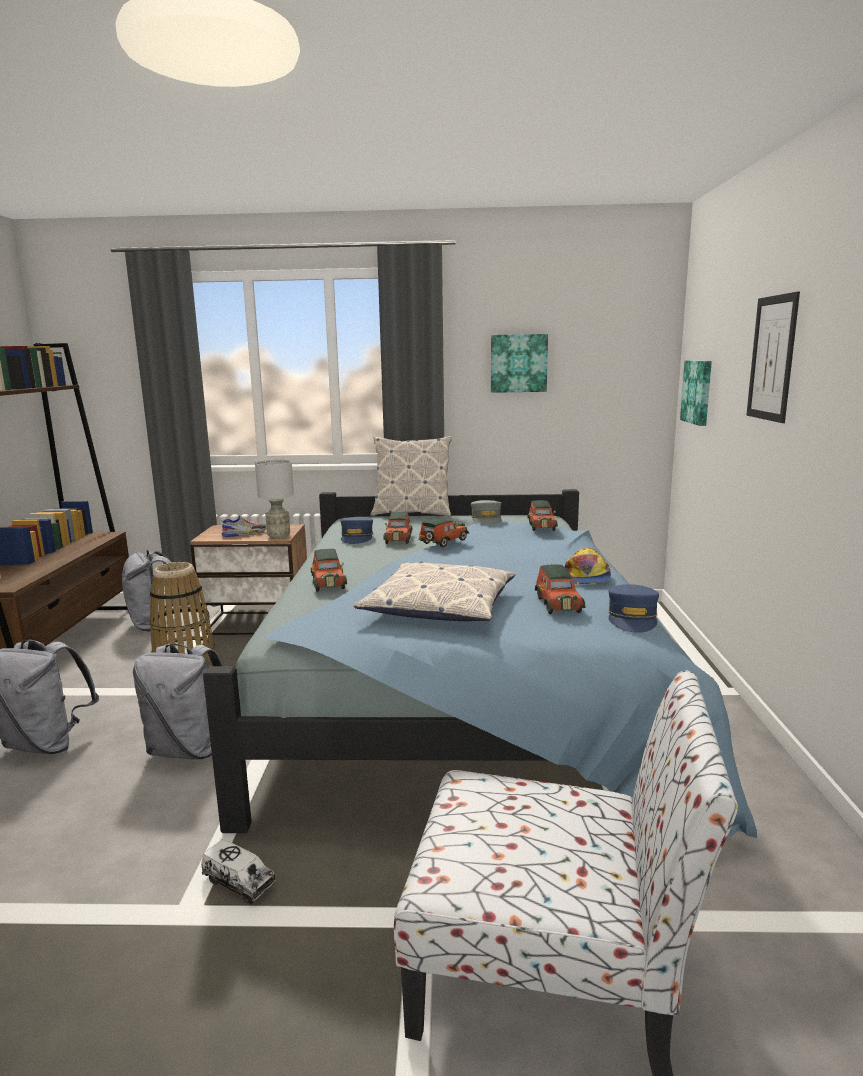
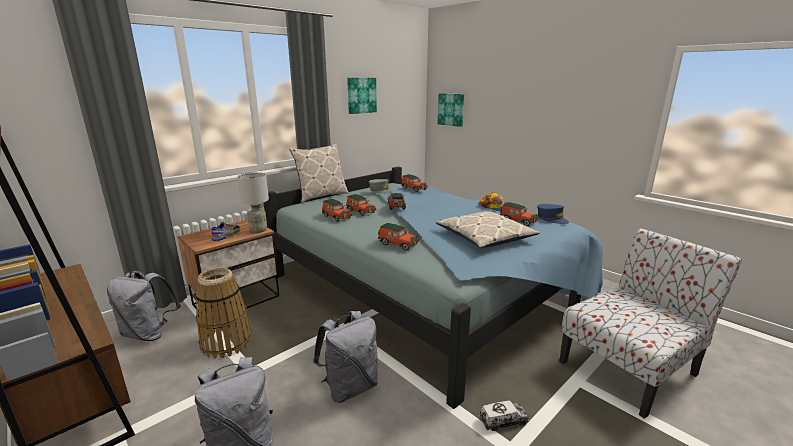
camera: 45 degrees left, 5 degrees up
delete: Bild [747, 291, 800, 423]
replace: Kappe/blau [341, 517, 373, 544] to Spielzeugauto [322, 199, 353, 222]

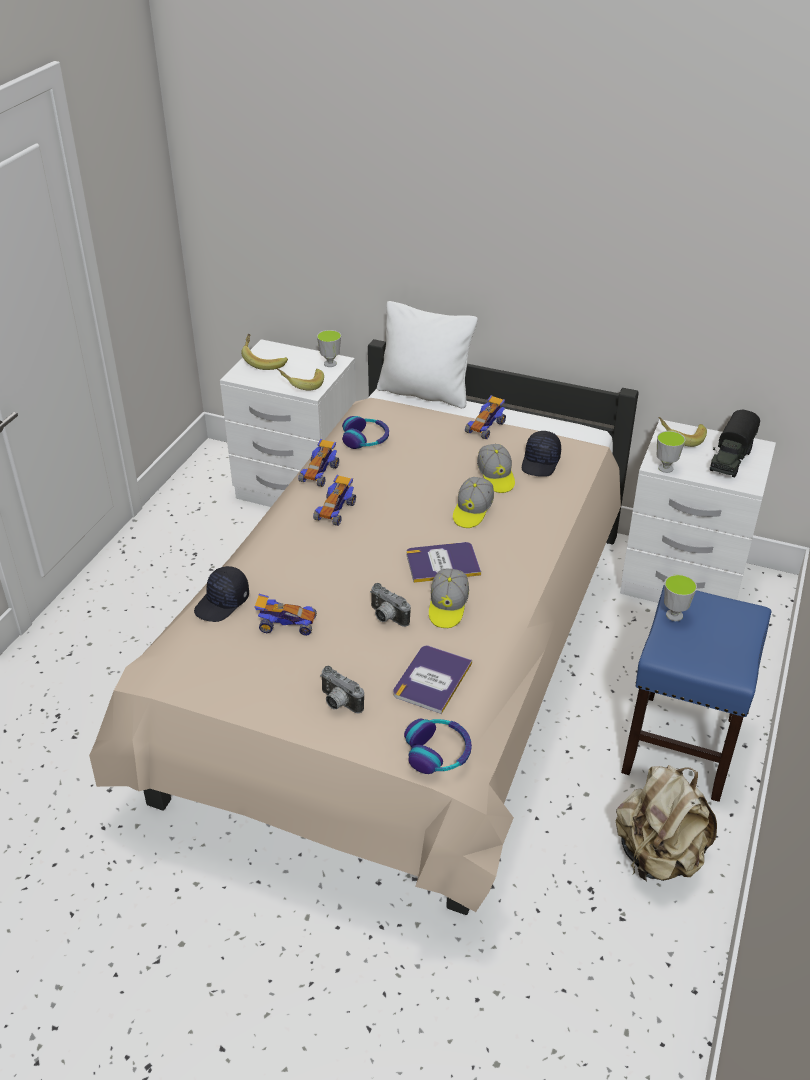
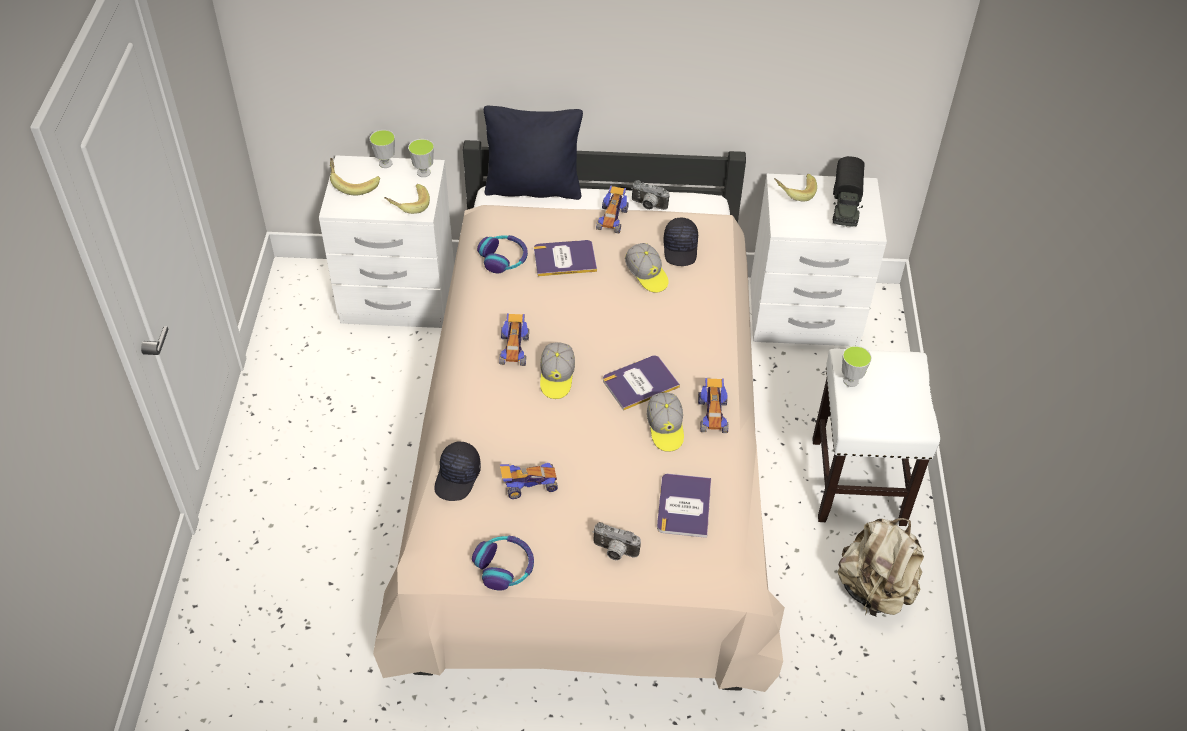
camera: 20 degrees left, 10 degrees up
insert: Buch [534, 240, 597, 276]
move: Spielzeugauto [298, 439, 339, 487] to [698, 378, 728, 433]; Kamera [370, 583, 411, 627] to [631, 180, 669, 210]; Kopfhörer [404, 719, 472, 774] to [472, 536, 534, 590]; Kappe [453, 477, 494, 528] to [540, 342, 575, 399]; Tasse [657, 431, 685, 473] to [369, 130, 395, 168]
recolor: Kissen/weiß [377, 301, 478, 408] to Kissen/schwarz [484, 106, 583, 200]; Hocker/blau [621, 584, 771, 802] to Hocker/weiß [812, 348, 940, 526]

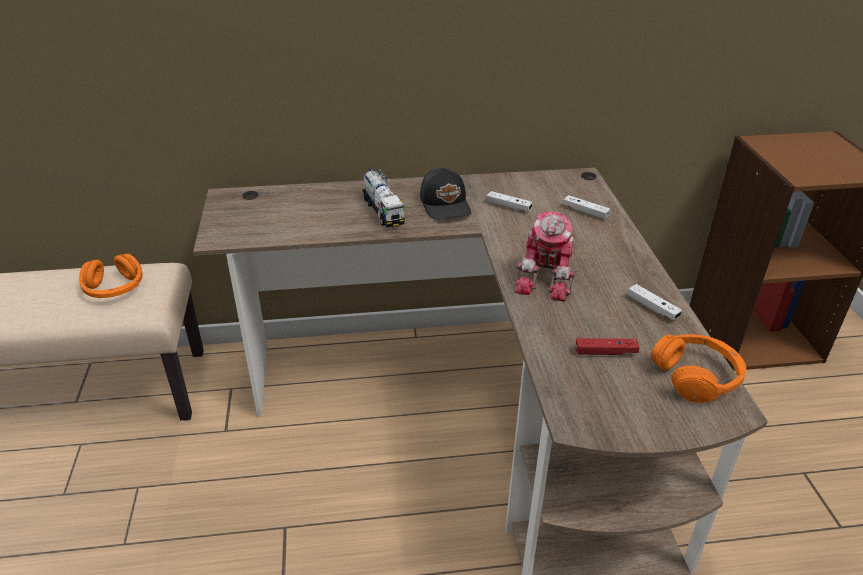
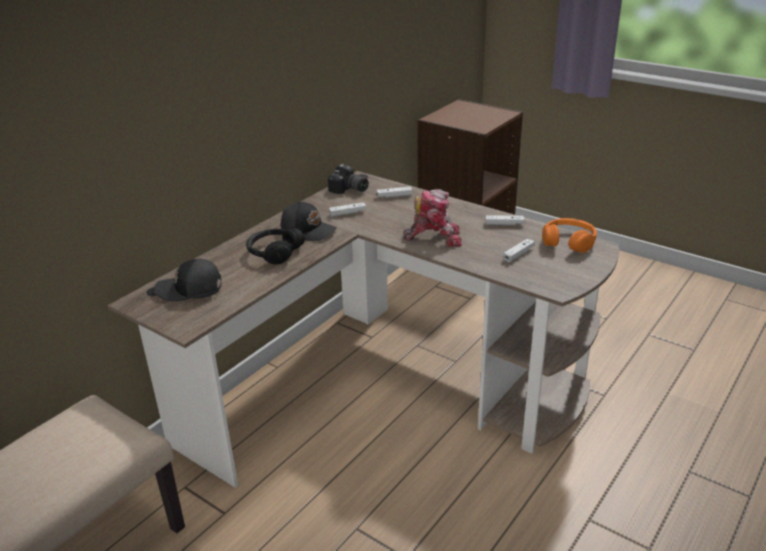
camera: 45 degrees left, 5 degrees down
delete: Kopfhörer/orange [79, 254, 143, 298]
insert: Kappe/schwarz [154, 259, 222, 301]; Kamera [328, 164, 369, 194]
replace: Spielzeuglaster [362, 168, 405, 228] to Kopfhörer/schwarz [246, 227, 304, 264]
recolor: Gamepad/rot [576, 338, 640, 355] to Gamepad/weiß [503, 239, 535, 262]
rotate: Spielzeugroboter [514, 212, 576, 302] = [403, 189, 462, 247] 60 degrees counterclockwise

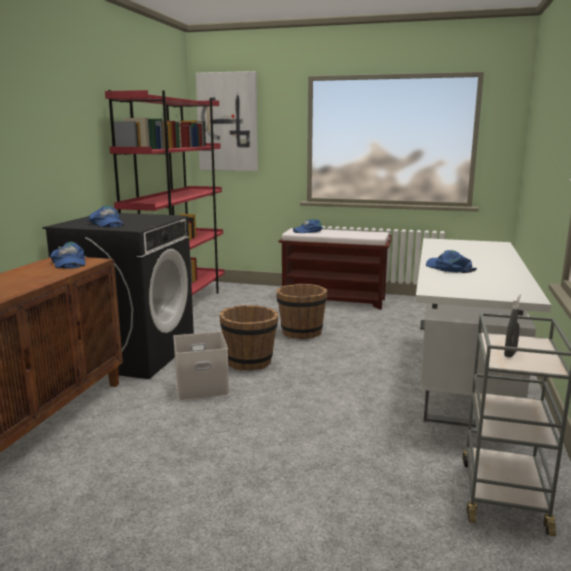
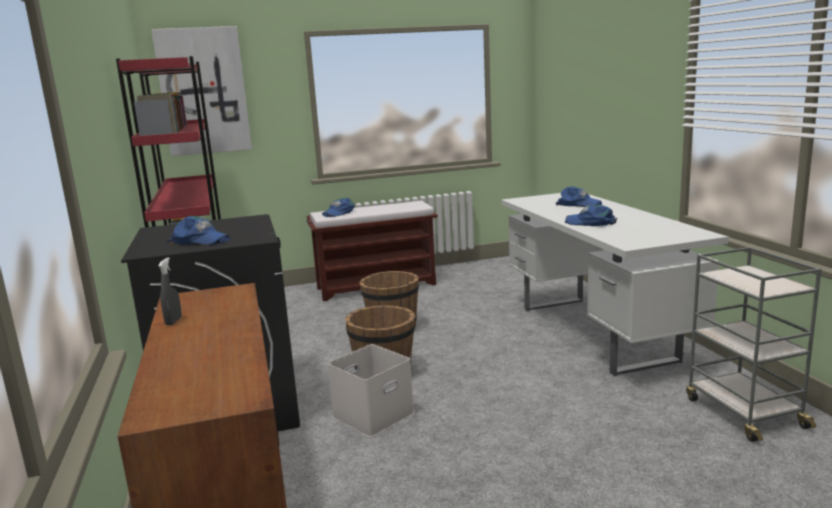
camera: 30 degrees left, 0 degrees up
move: Kappe/blau [50, 242, 86, 269] to [556, 186, 602, 207]; Sprühflasche/grau [504, 294, 521, 357] to [158, 257, 182, 326]

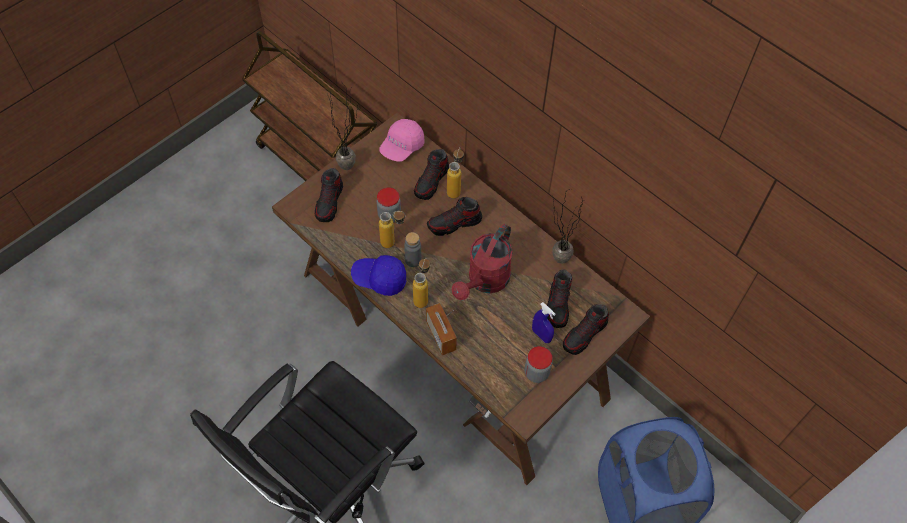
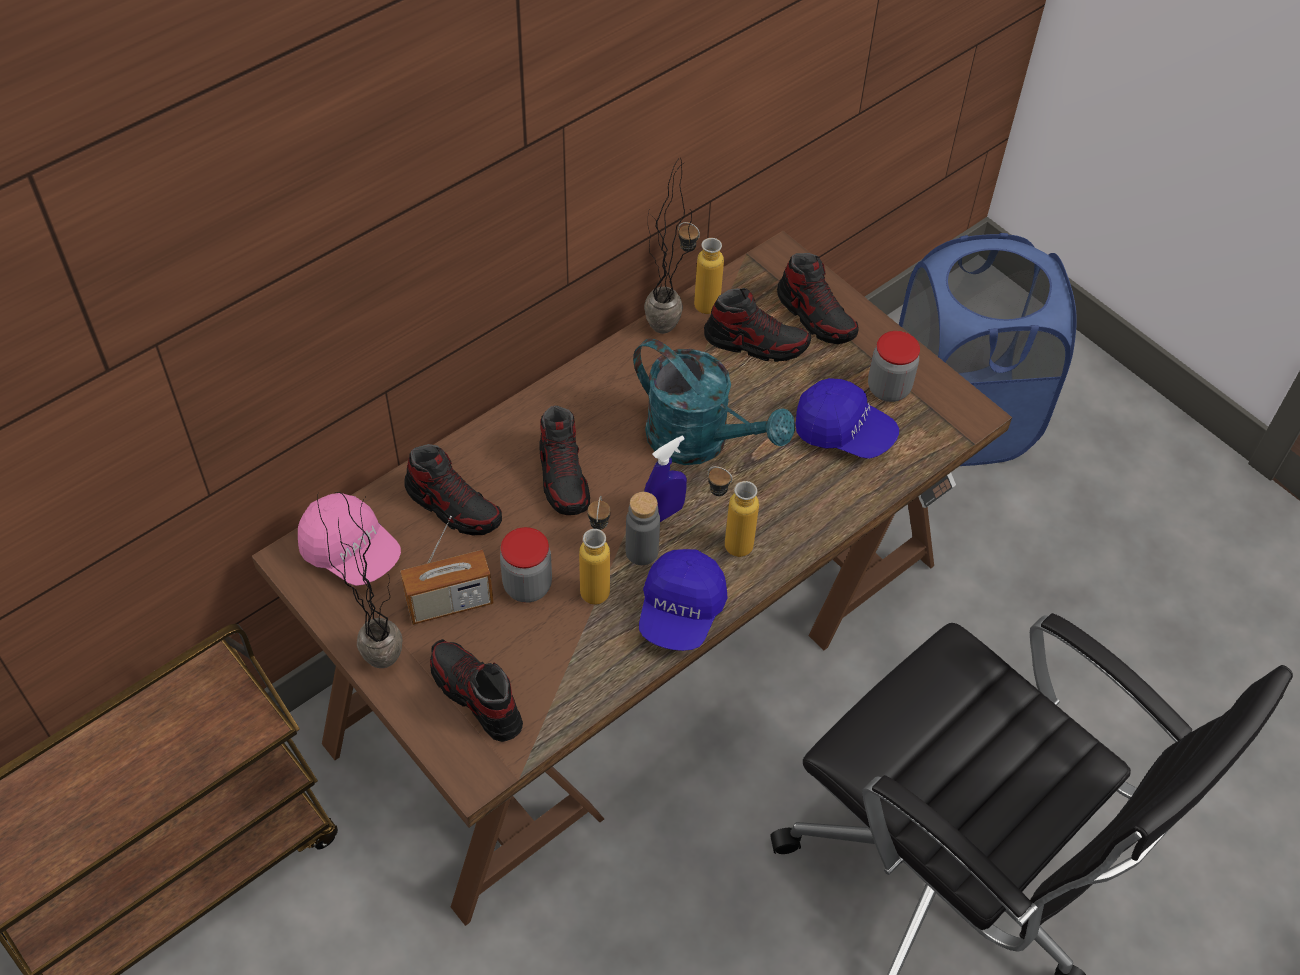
camera: 85 degrees left, 5 degrees down
insert: Kappe/blau [795, 378, 899, 459]
move: Radio [426, 303, 457, 355] to [400, 516, 494, 625]; Flasche [447, 147, 464, 198] to [678, 222, 724, 314]; Sprühflasche/blau [532, 302, 556, 343] to [644, 435, 687, 522]
recolor: Gießkanne/rot [452, 224, 513, 300] to Gießkanne/türkis [633, 339, 795, 465]
rotate: Schuh [315, 168, 343, 222] = [430, 639, 523, 742] 150 degrees counterclockwise

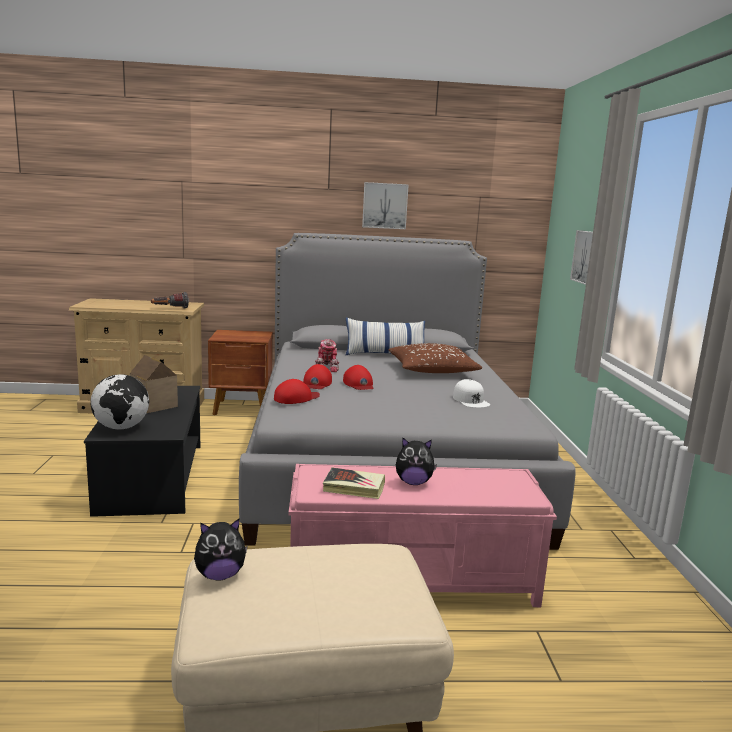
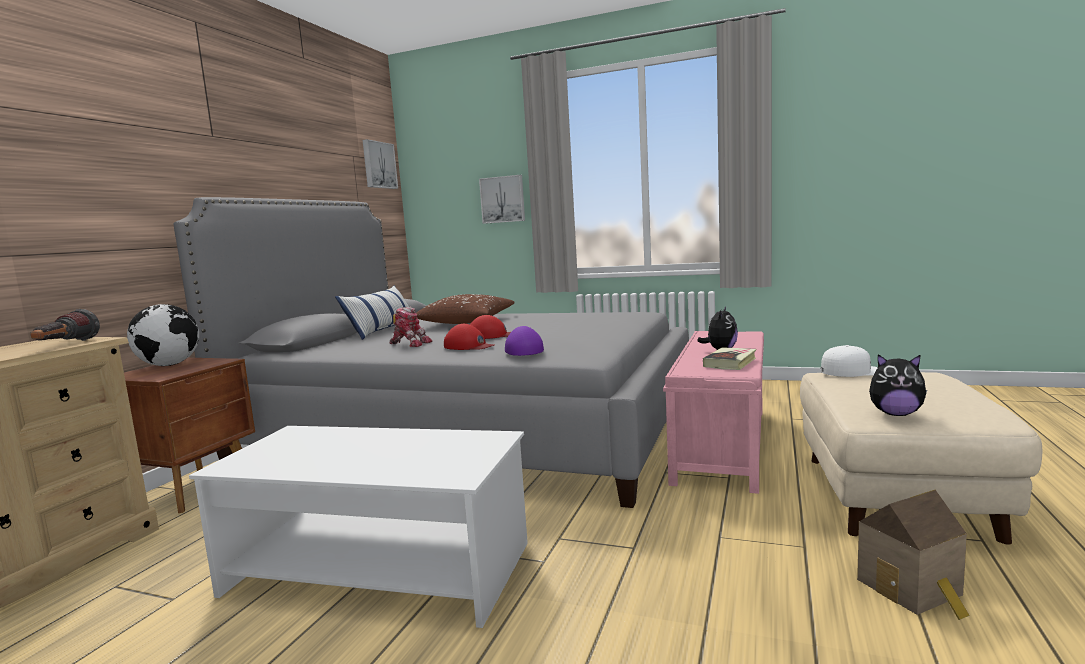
camera: 65 degrees left, 5 degrees down
move: Globus [90, 374, 149, 430] to [127, 304, 199, 366]; Spielzeughaus [130, 355, 178, 413] to [857, 490, 970, 620]; Bild [362, 182, 409, 229] to [363, 139, 398, 189]; Kappe/weiß [453, 379, 490, 408] to [821, 345, 878, 377]
recolor: Couchtisch/schwarz [84, 386, 200, 517] to Couchtisch/weiß [189, 426, 528, 628]; Kappe/rot [274, 379, 320, 404] to Kappe/lila [505, 326, 544, 356]
rotate: Plüschtier [194, 518, 248, 581] = [869, 354, 927, 416] 105 degrees clockwise

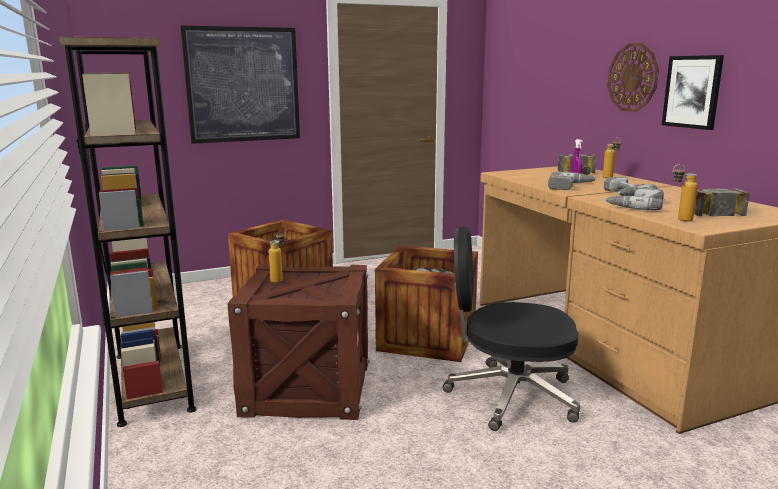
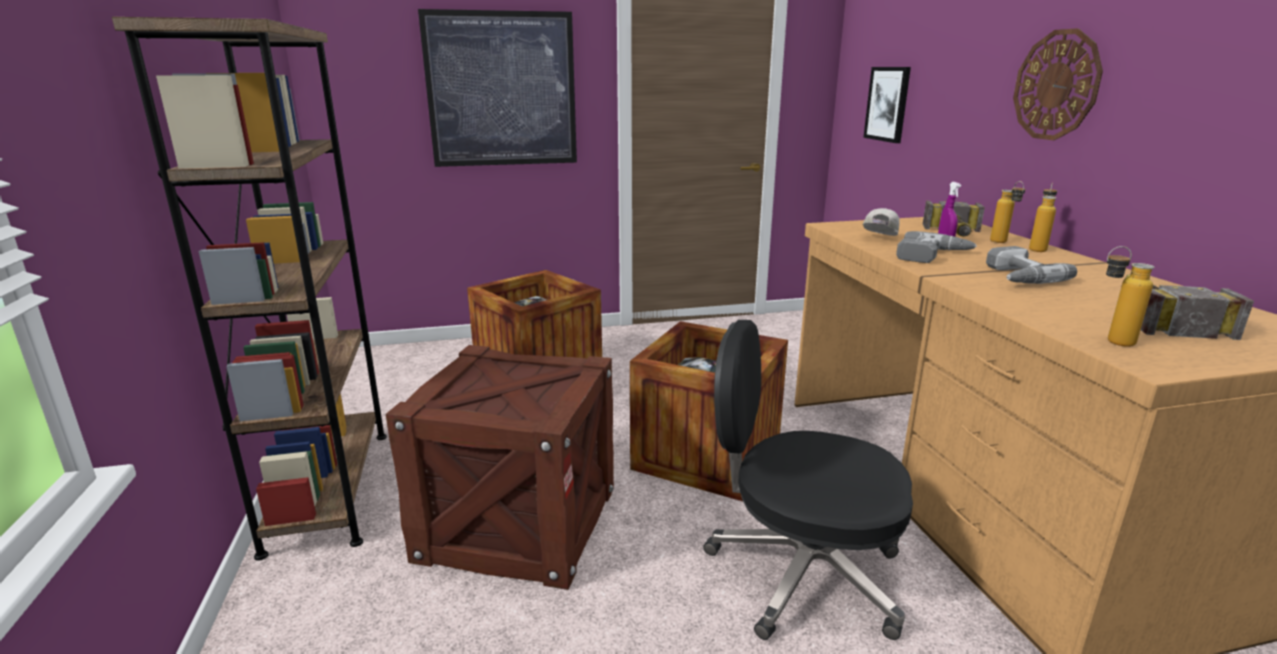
camera: 10 degrees right, 5 degrees up
delete: Bohrmaschine [605, 188, 664, 210]
insert: Kappe/weiß [862, 208, 900, 236]
move: Flasche [269, 230, 285, 283] to [1029, 183, 1057, 252]; Bild [662, 55, 724, 130] to [863, 67, 911, 143]

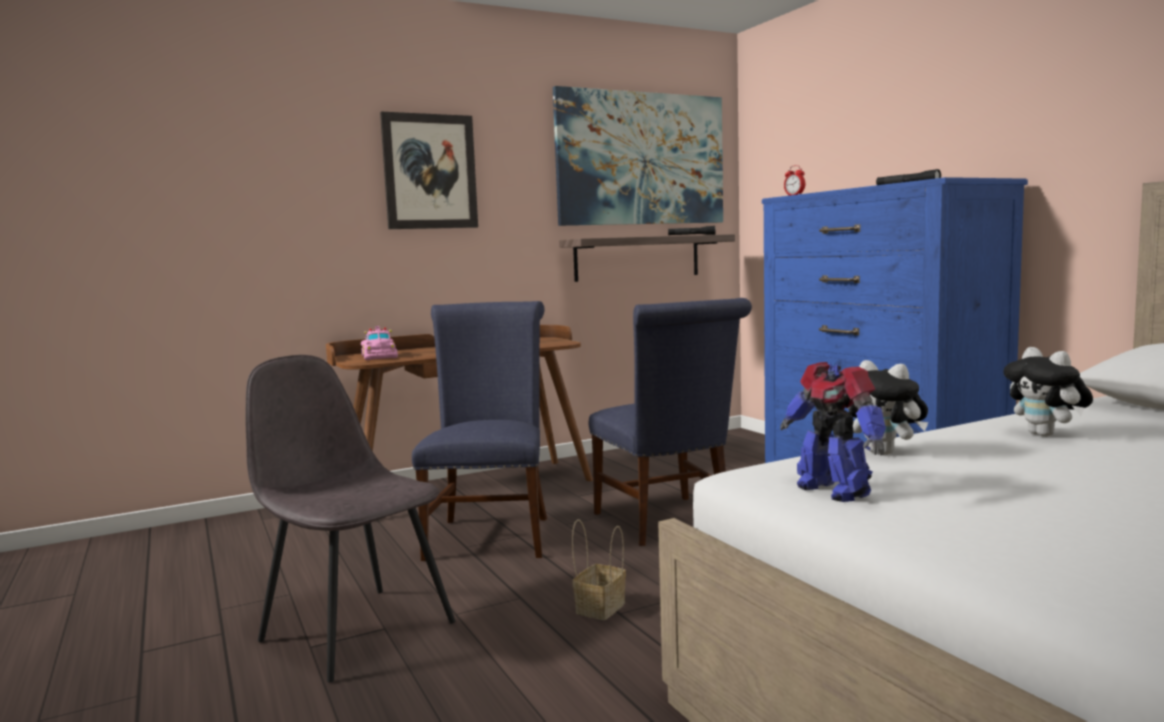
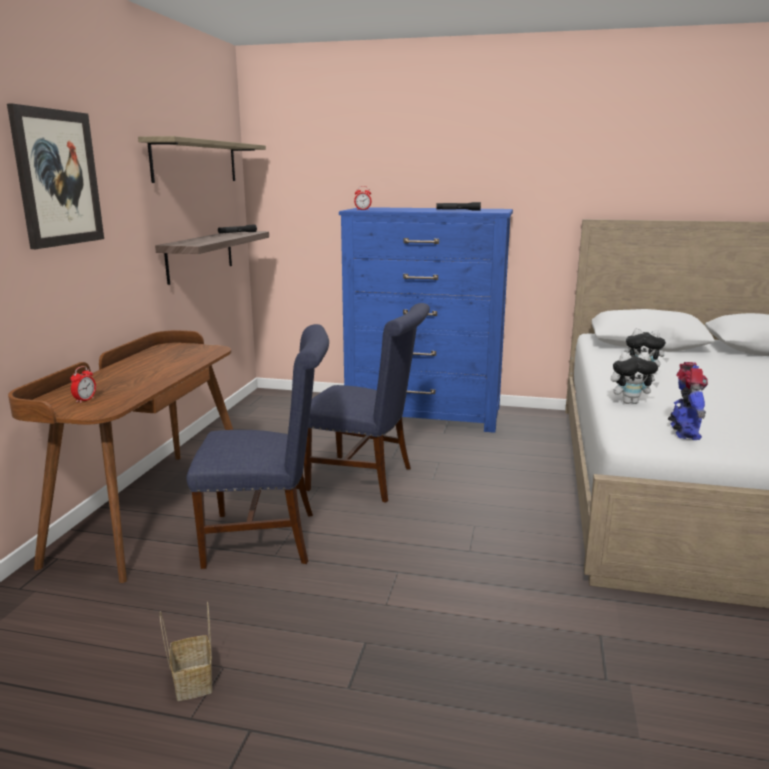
camera: 50 degrees left, 10 degrees up
delete: Stuhl/grau [246, 355, 455, 682]
move: Korb [572, 519, 626, 620] to [160, 602, 212, 701]
replace: Spielzeugauto/rosa [361, 326, 398, 360] to Wecker [70, 366, 96, 403]; Bild [553, 86, 723, 226] to Wandregal [138, 136, 266, 183]
rotate: Stuhl/blau [412, 301, 547, 561] = [187, 324, 329, 569] 135 degrees clockwise; Spielzeugroboter [781, 362, 886, 502] = [668, 362, 708, 440] 90 degrees counterclockwise

